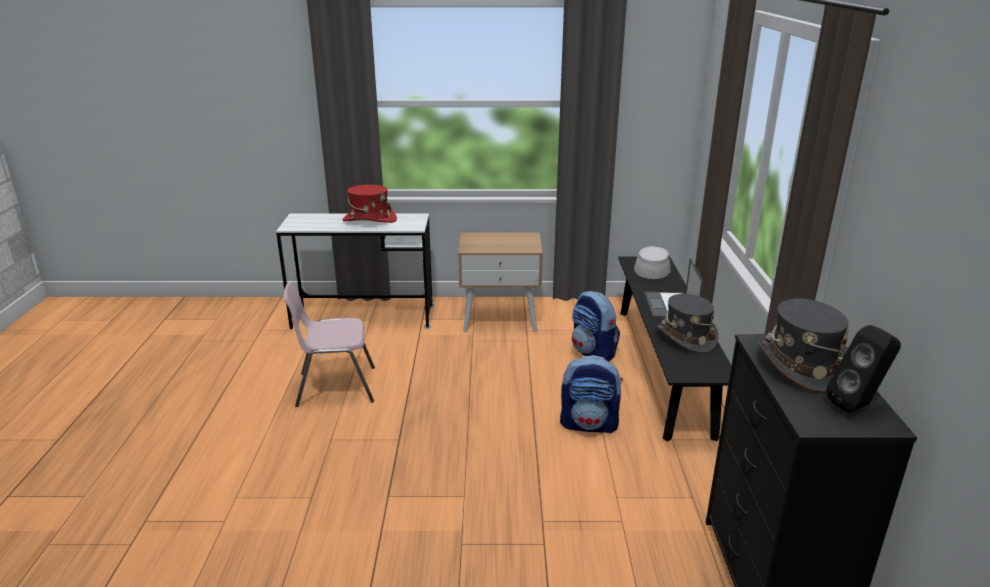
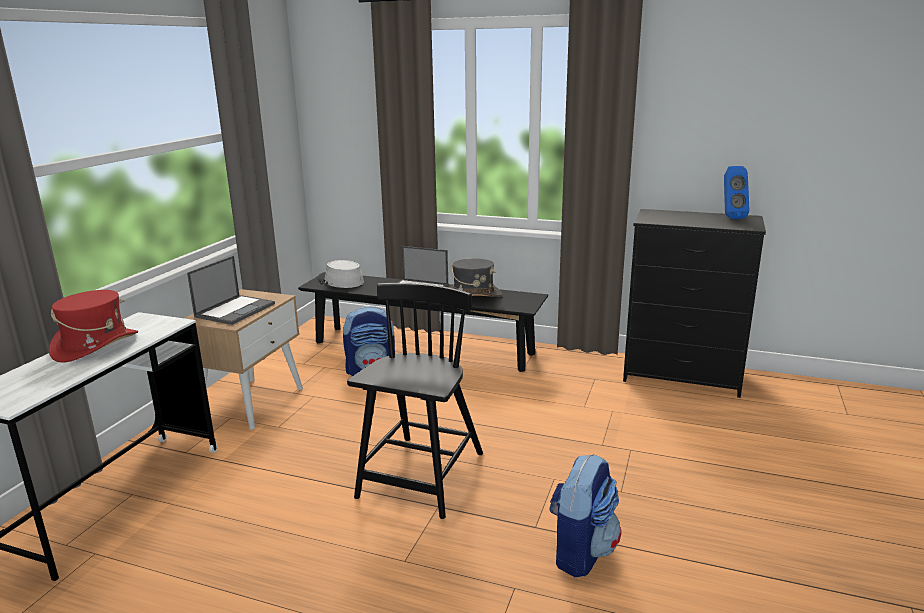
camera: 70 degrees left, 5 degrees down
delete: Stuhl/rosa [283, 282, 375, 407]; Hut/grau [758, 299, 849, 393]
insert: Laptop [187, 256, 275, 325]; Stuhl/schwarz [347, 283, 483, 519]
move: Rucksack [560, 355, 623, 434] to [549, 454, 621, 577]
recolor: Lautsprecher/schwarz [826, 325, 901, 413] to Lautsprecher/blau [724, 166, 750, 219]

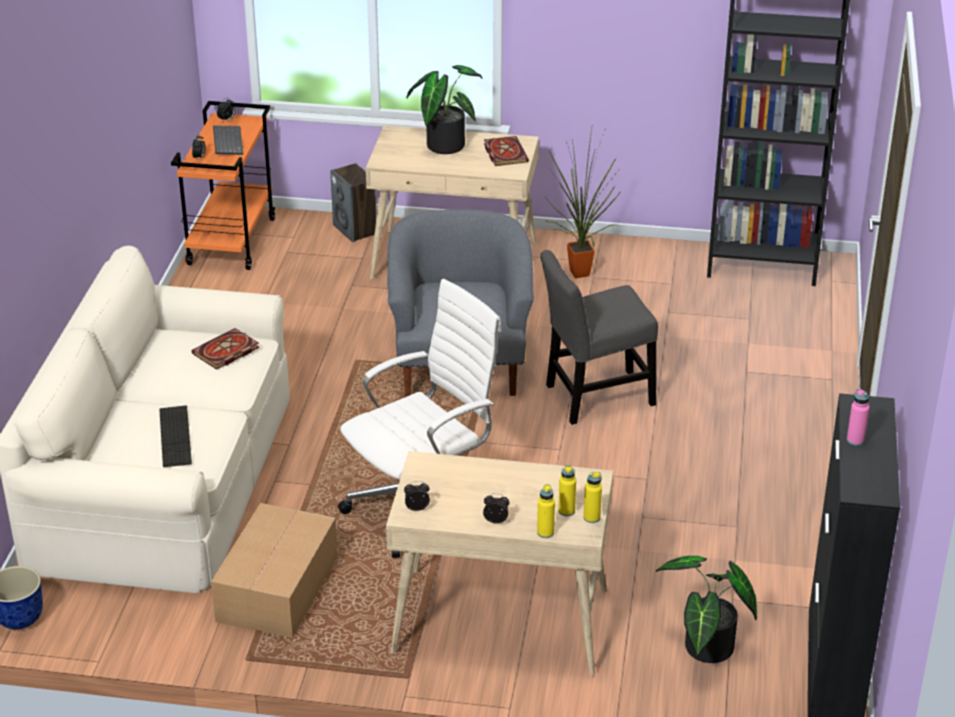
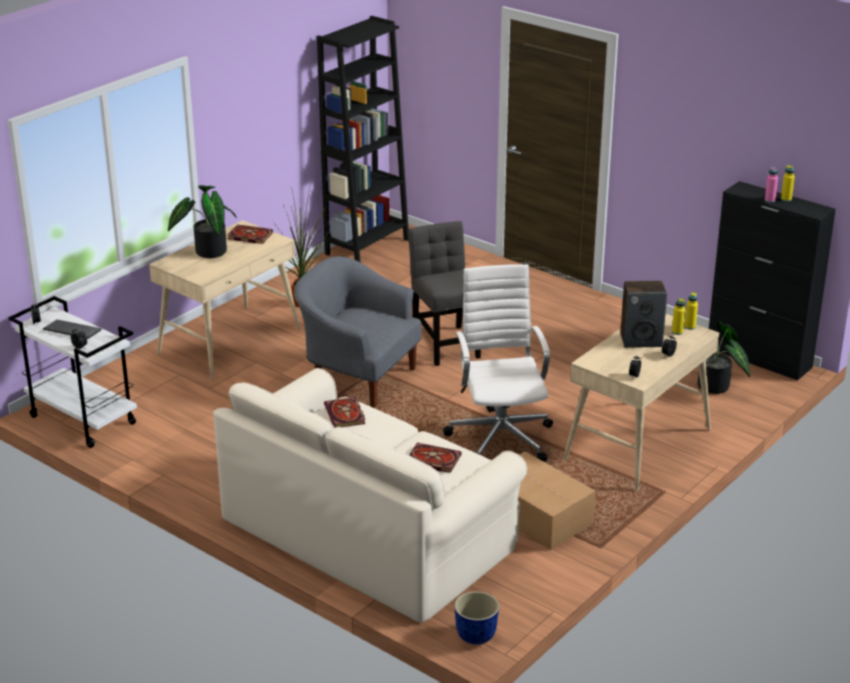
camera: 60 degrees left, 5 degrees down
move: Lautsprecher [330, 163, 377, 242] to [620, 281, 667, 348]; Flasche/gelb [537, 484, 555, 538] to [781, 165, 795, 202]
replace: Tastatur [159, 405, 192, 467] to Buch [409, 443, 462, 473]
recolor: Rollwagen/orange [171, 101, 275, 270] to Rollwagen/weiß [8, 296, 137, 448]
rotate: Stuhl/grau [540, 250, 658, 425] = [408, 221, 481, 366] 150 degrees clockwise

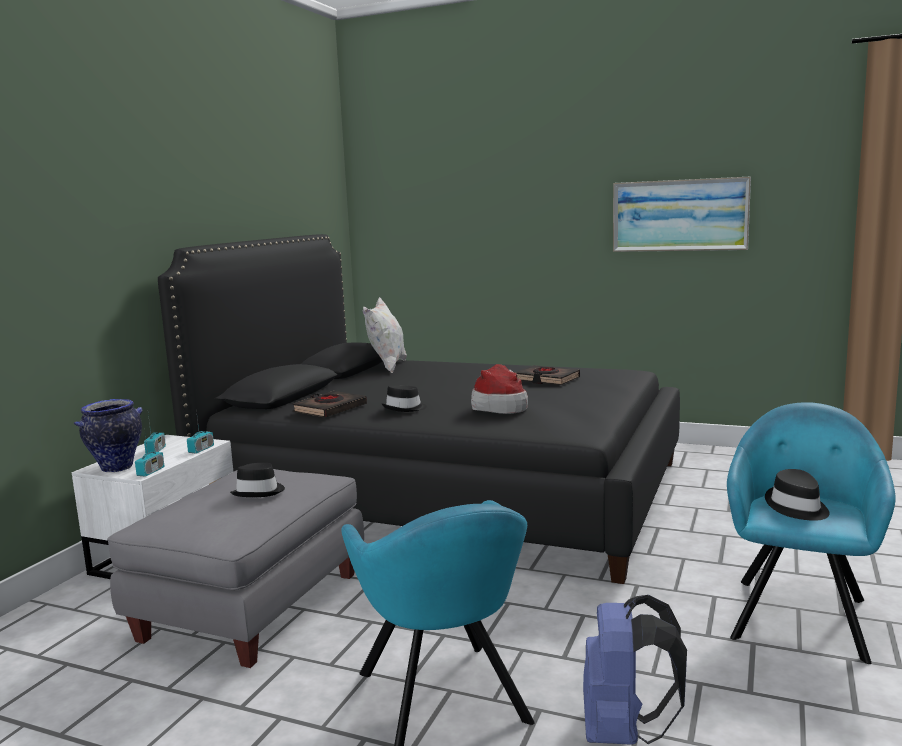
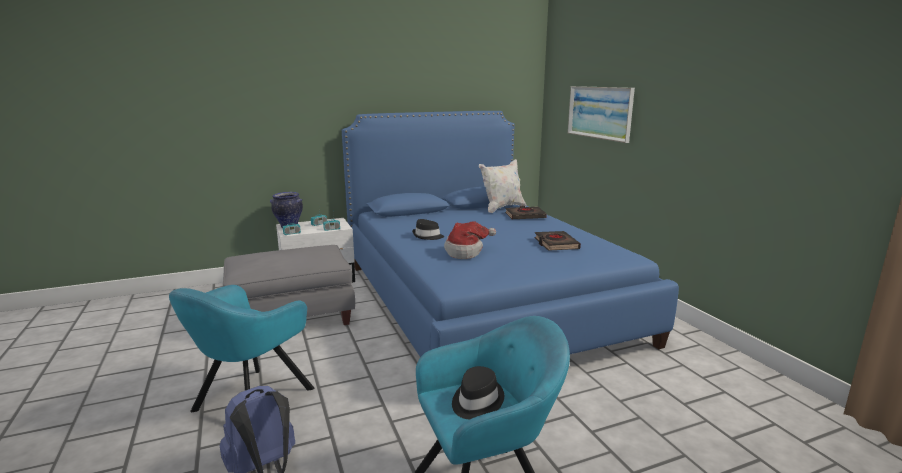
camera: 45 degrees right, 5 degrees up
delete: Hut/schwarz [230, 463, 285, 497]
move: Buch/schwarz [293, 391, 367, 417] to [505, 206, 547, 219]; Bild [613, 176, 751, 252] to [568, 86, 635, 143]
recolor: Bett/schwarz [158, 234, 680, 584] to Bett/blau [342, 111, 679, 357]

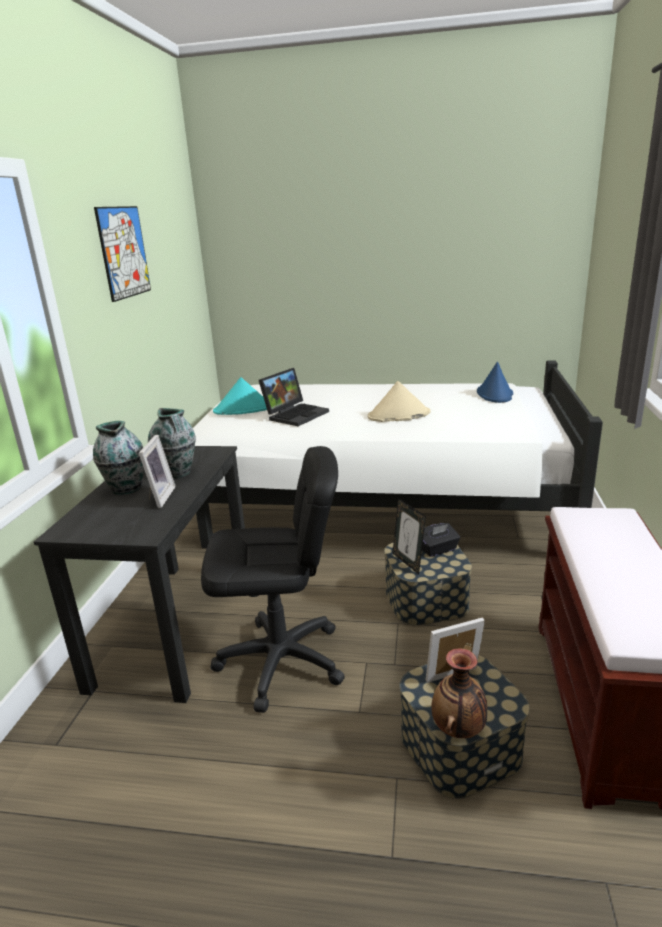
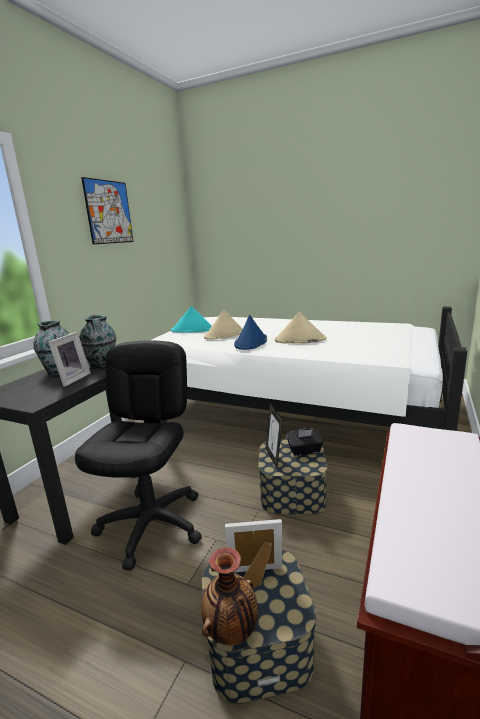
camera: 15 degrees right, 5 degrees down
move: Hut/blau [477, 362, 513, 403] to [234, 315, 267, 350]
replace: Laptop [259, 368, 329, 426] to Hut/beige [204, 309, 243, 340]
rotate: Bürostuhl/schwarz [201, 446, 345, 713] = [75, 340, 202, 570] 90 degrees counterclockwise

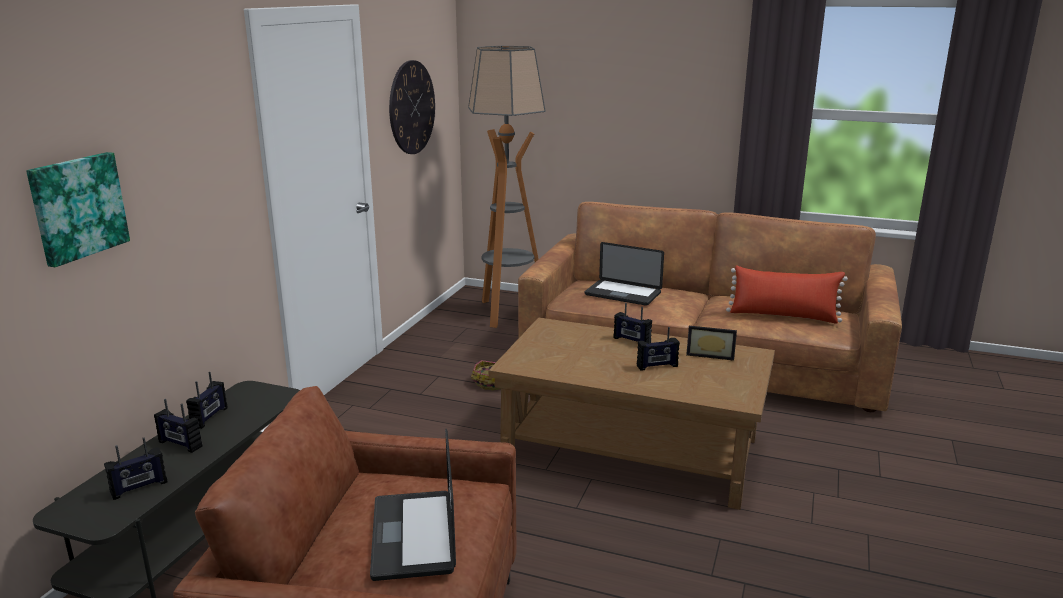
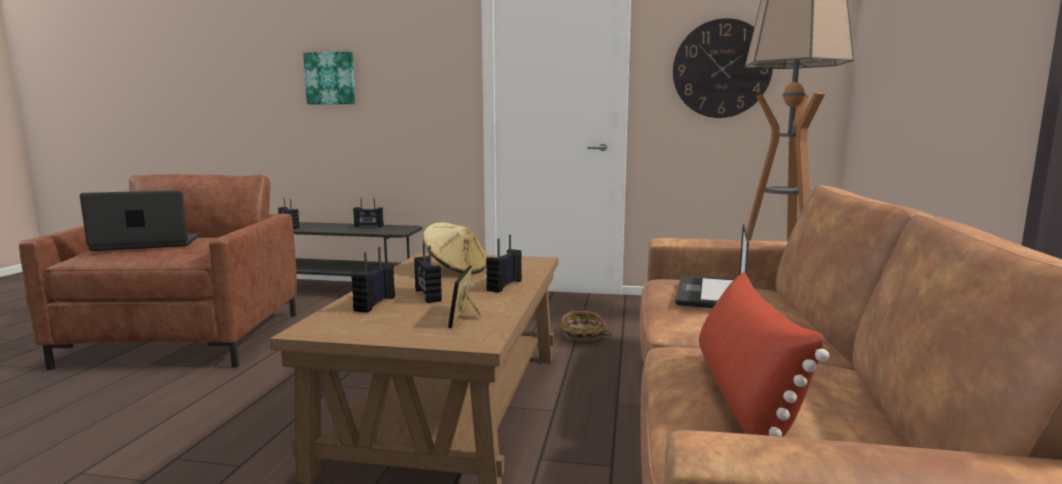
camera: 80 degrees right, 10 degrees down
insert: Hut/beige [423, 223, 487, 274]
move: Radio [154, 399, 202, 453] to [351, 247, 395, 313]

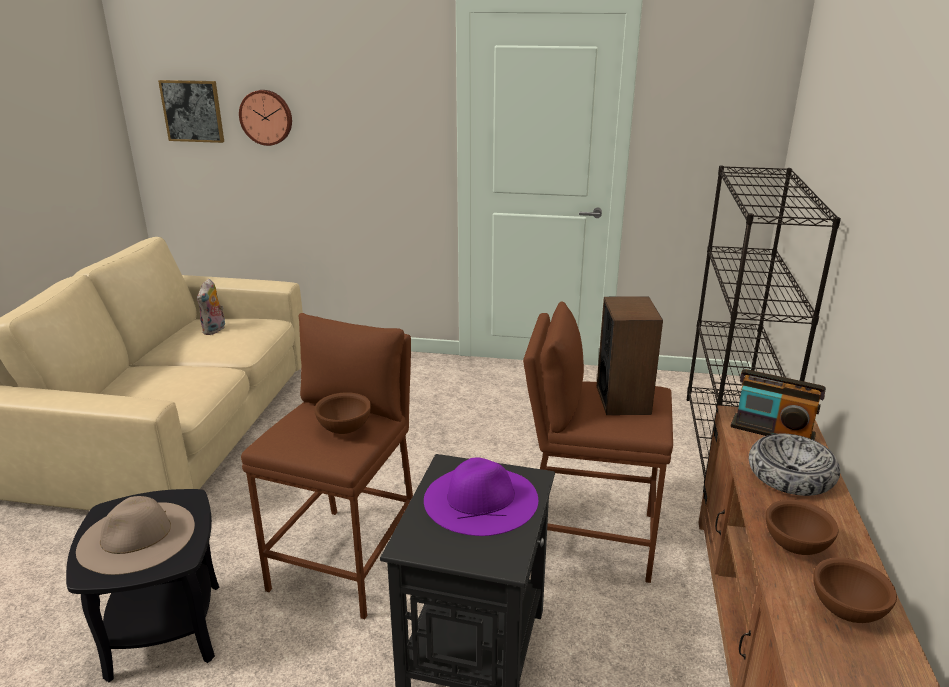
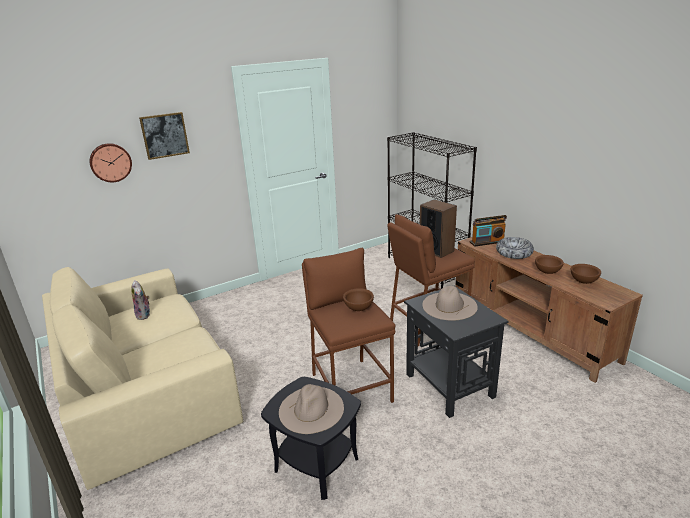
camera: 40 degrees left, 0 degrees up
move: Bild [158, 80, 224, 143] to [139, 112, 190, 160]
recolor: Hut/lila [424, 457, 538, 536] to Hut/beige [422, 286, 478, 321]

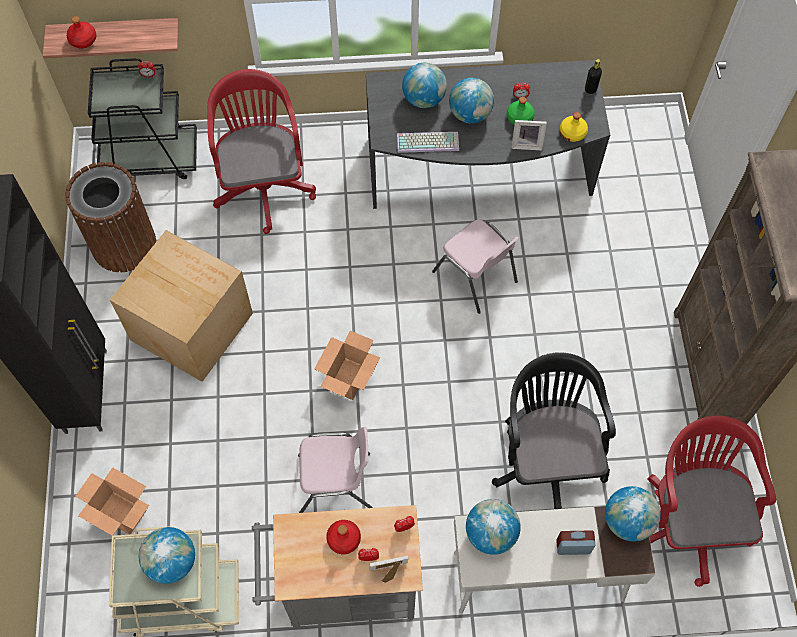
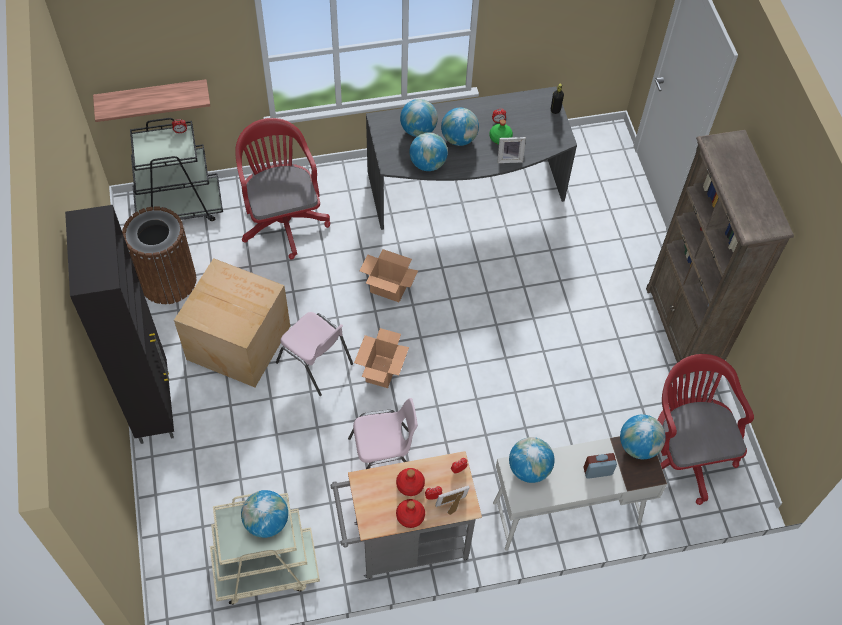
camera: 10 degrees left, 5 degrees down
delete: Bürostuhl/schwarz [492, 352, 616, 509]; Flasche/gelb [560, 112, 588, 142]
move: Flasche/rot [67, 16, 96, 49] to [396, 499, 425, 528]; Karton [75, 467, 149, 536] to [360, 249, 418, 302]; Stuhl/rosa [432, 219, 519, 314] to [276, 312, 353, 396]
replace: Tastatur [397, 132, 459, 153] to Globus [409, 133, 448, 171]

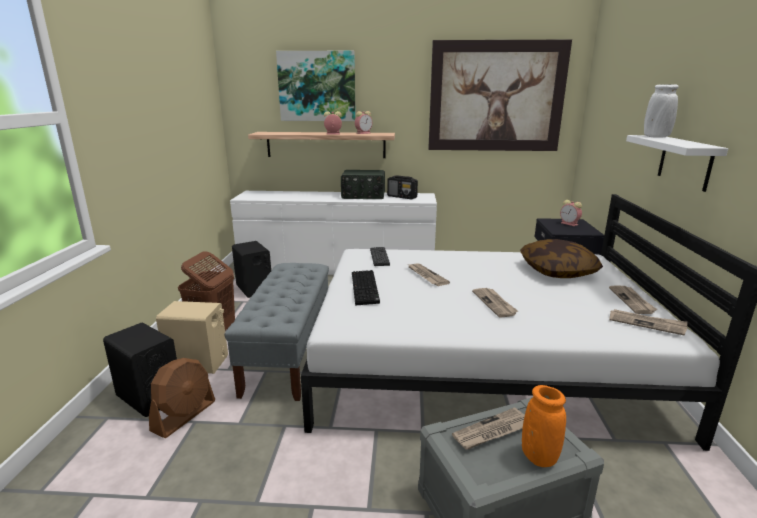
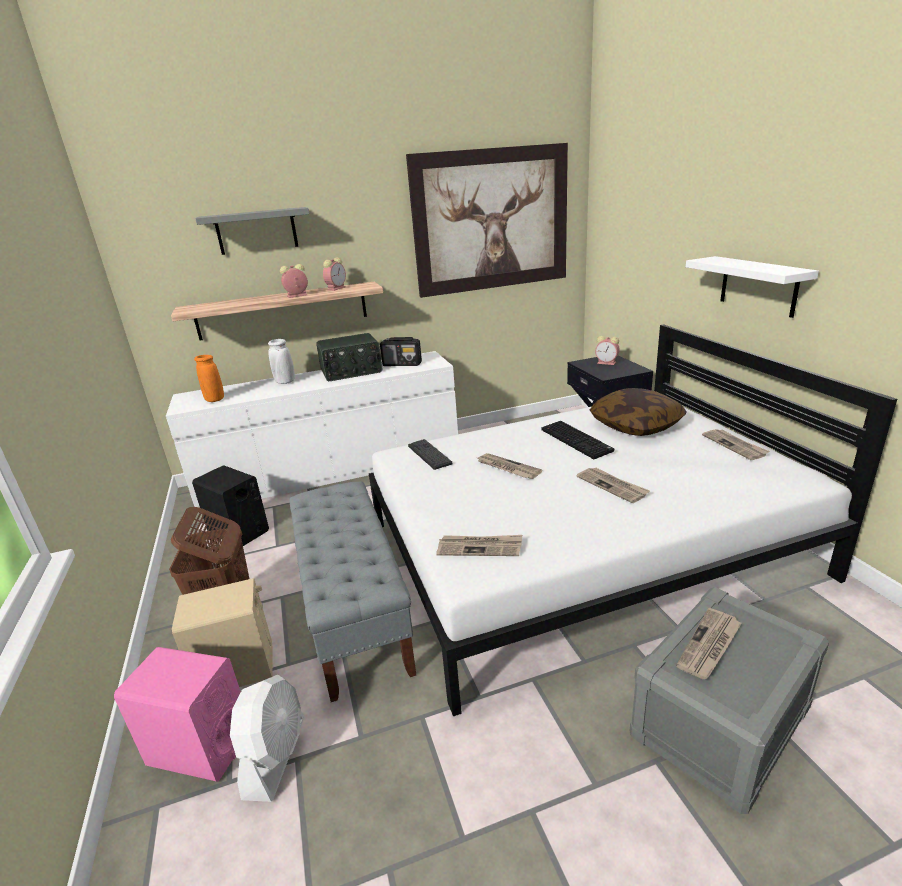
camera: 20 degrees left, 5 degrees up
move: Tastatur [352, 270, 380, 305] to [542, 421, 614, 459]; Vase/orange [522, 385, 566, 467] to [194, 355, 224, 402]; Zeitung [609, 309, 688, 336] to [436, 535, 522, 556]; Vase/weiß [644, 84, 678, 138] to [268, 339, 295, 384]
replace: Bild [276, 51, 356, 121] to Wandregal/grau [195, 207, 309, 255]
recolor: Lautsprecher/schwarz [103, 323, 177, 417] to Lautsprecher/rosa [114, 647, 241, 782]; Ventilator/braun [149, 358, 215, 438] to Ventilator/weiß [230, 675, 304, 802]

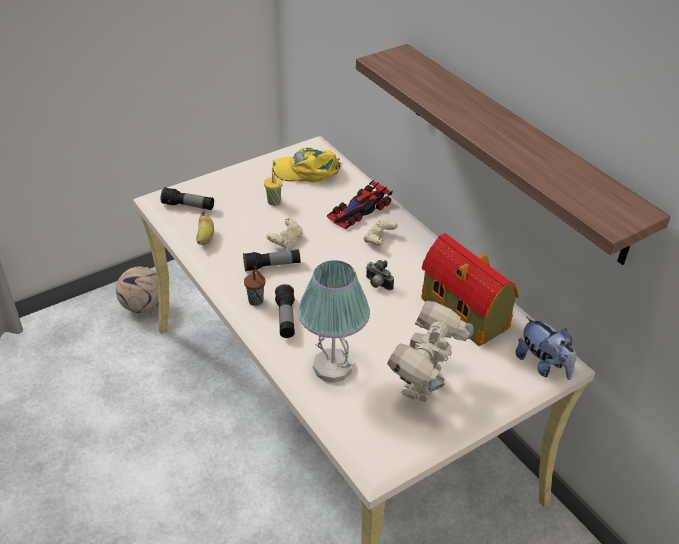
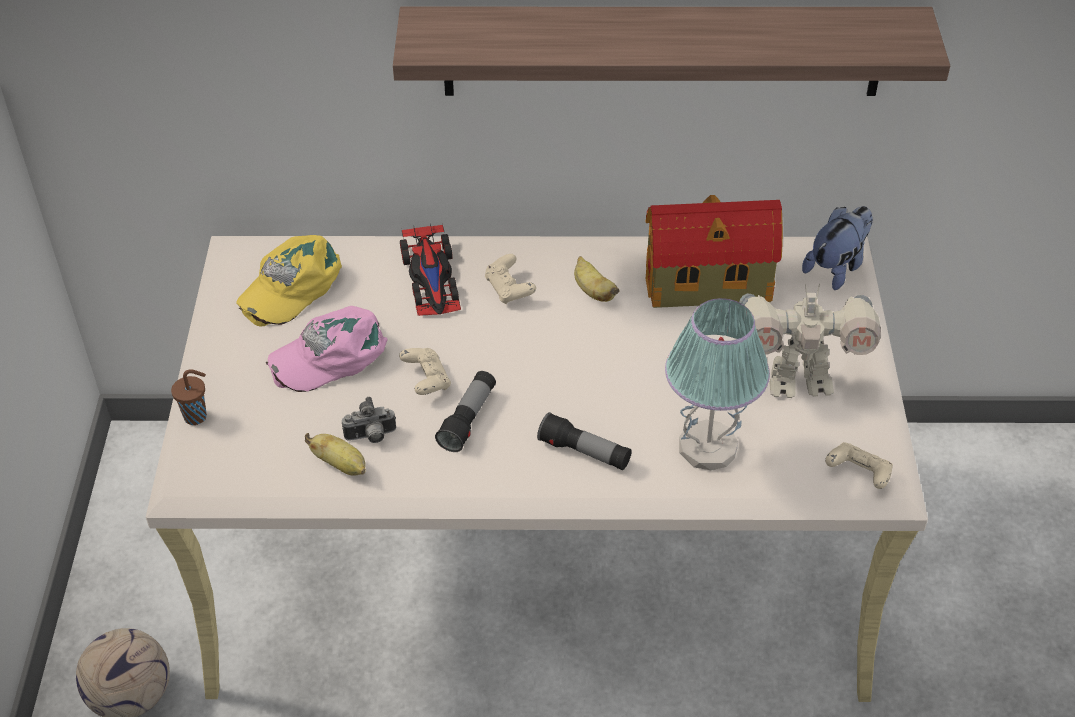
camera: 55 degrees left, 5 degrees up
delete: Taschenlampe [161, 187, 214, 210]
insert: Banane [574, 256, 620, 302]; Gamepad/beige [825, 442, 893, 489]
move: Tasse/braun [244, 269, 265, 306] to [171, 370, 207, 425]; Kamera [366, 260, 394, 290] to [342, 397, 396, 443]
replace: Tasse/gelb [264, 172, 283, 206] to Kappe/rosa [266, 306, 388, 392]
rotate: Spielzeugroboter [387, 301, 474, 402] = [739, 283, 881, 398] 60 degrees counterclockwise; Plüschtier [515, 316, 576, 380] = [802, 206, 873, 290] 45 degrees counterclockwise

